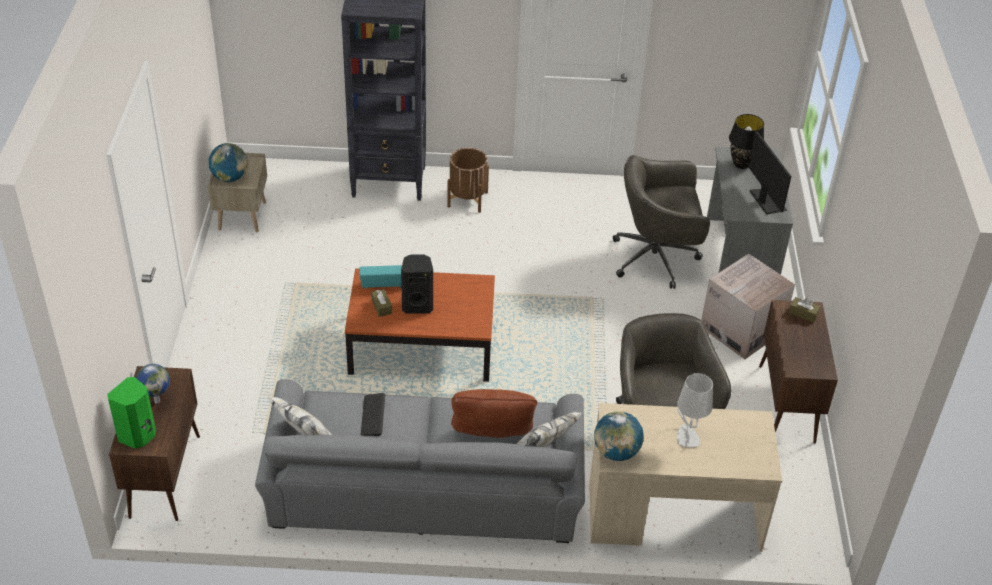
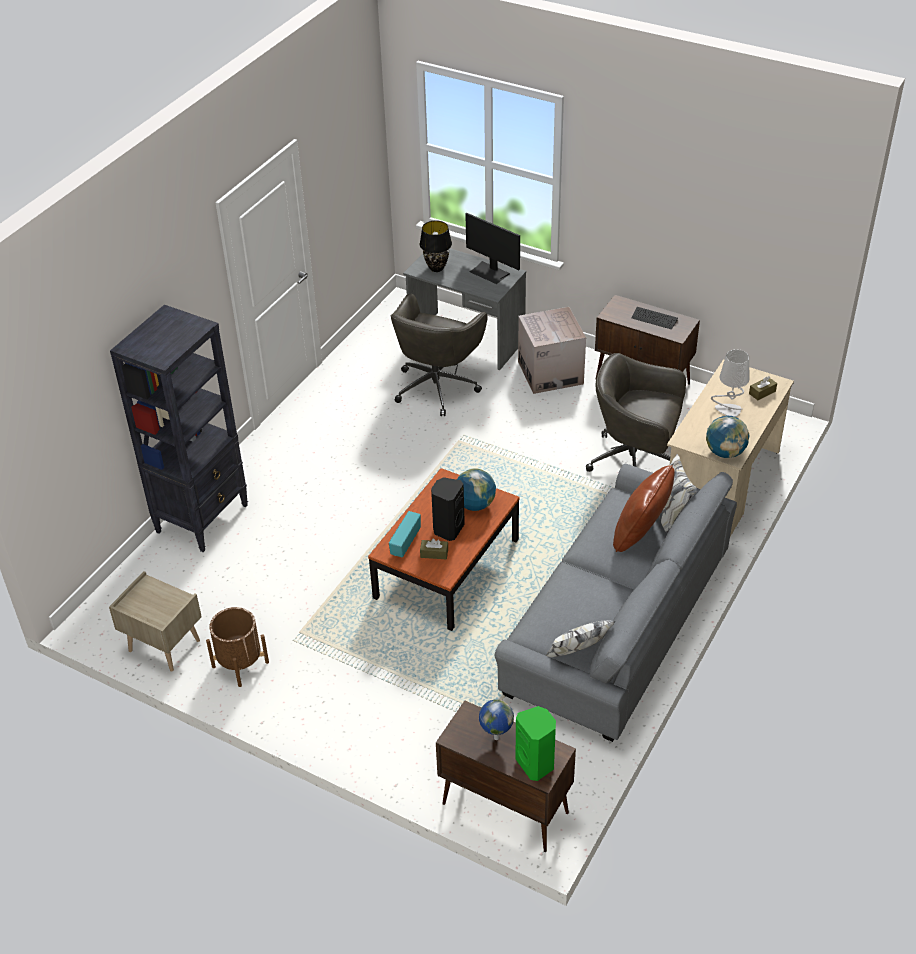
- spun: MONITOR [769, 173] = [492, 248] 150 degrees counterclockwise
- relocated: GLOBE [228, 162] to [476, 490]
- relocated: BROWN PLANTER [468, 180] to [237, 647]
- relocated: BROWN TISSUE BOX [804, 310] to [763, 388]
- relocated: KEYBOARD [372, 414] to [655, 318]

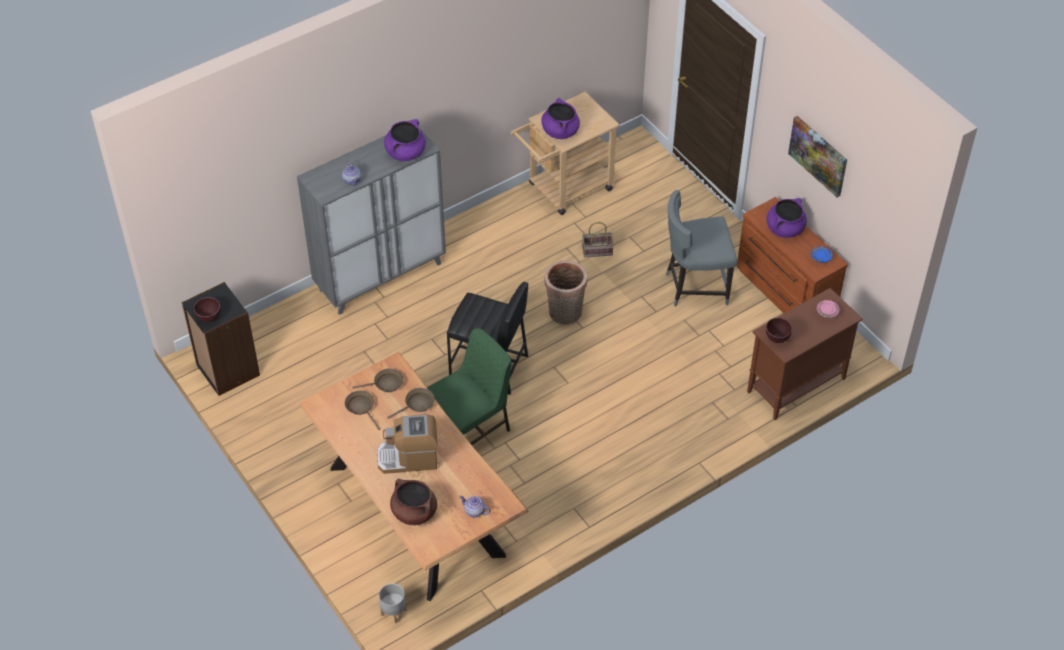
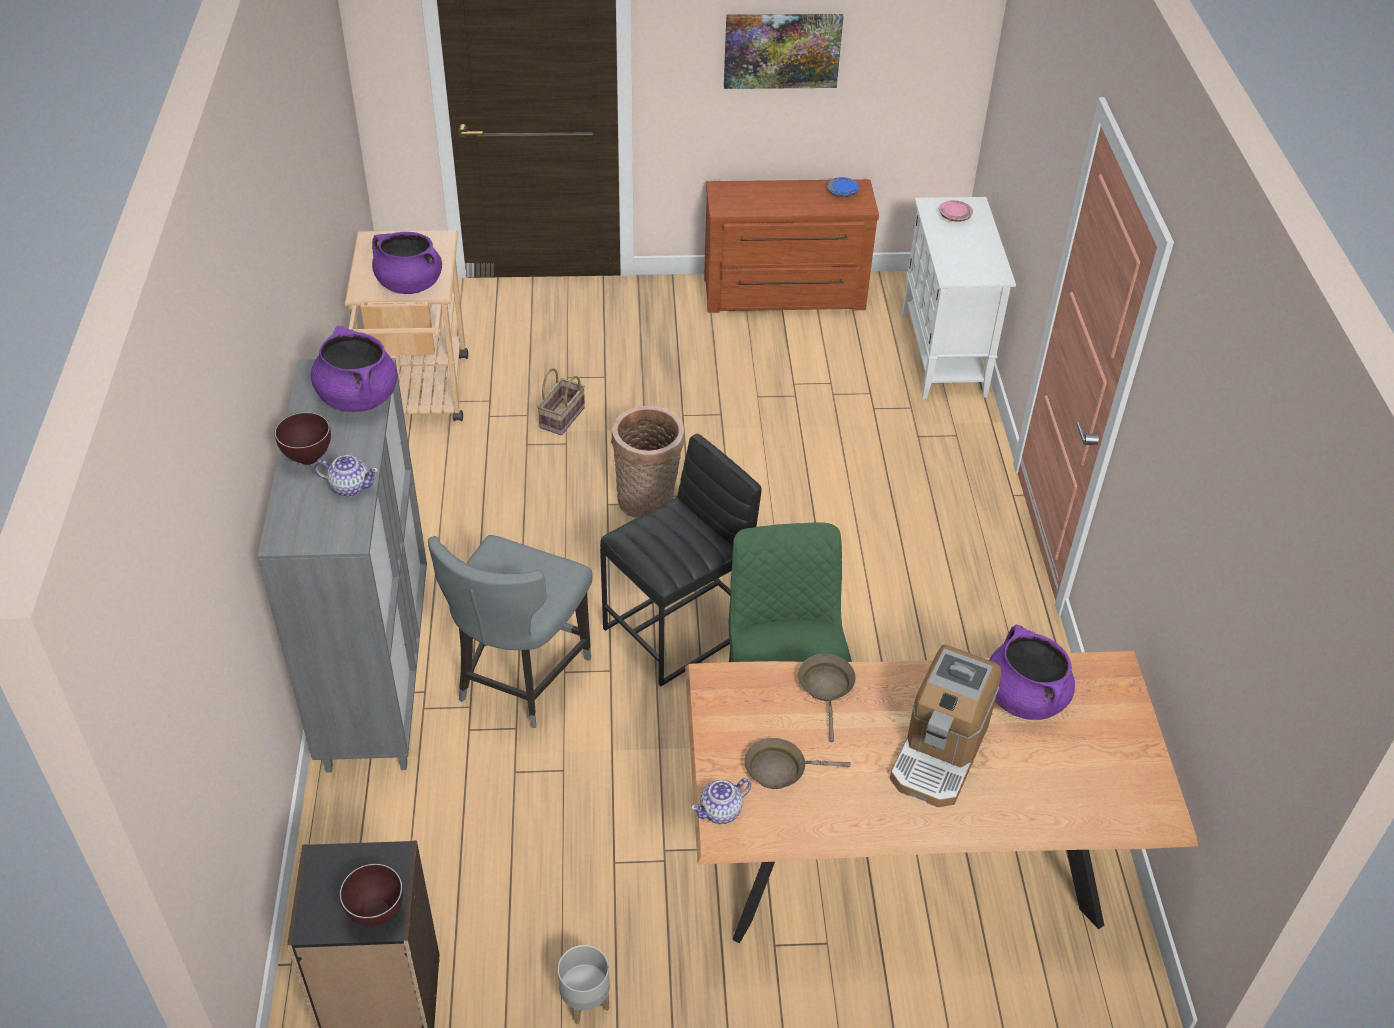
- relocated: GREY CHAIR [701, 248] to [510, 631]
- relocated: PURPLE COOKING POT [787, 218] to [1032, 672]
- colour: BROWN CABINET [805, 354] to WHITE CABINET [959, 298]
- relocated: BROWN BOWL [779, 330] to [302, 438]
- missing: BROWN FRYING PAN [377, 380]
- missing: BROWN COOKING POT [413, 502]
- relocated: TEAPOT [475, 506] to [721, 801]
- relocated: GREY PLANTER [392, 603] to [584, 984]

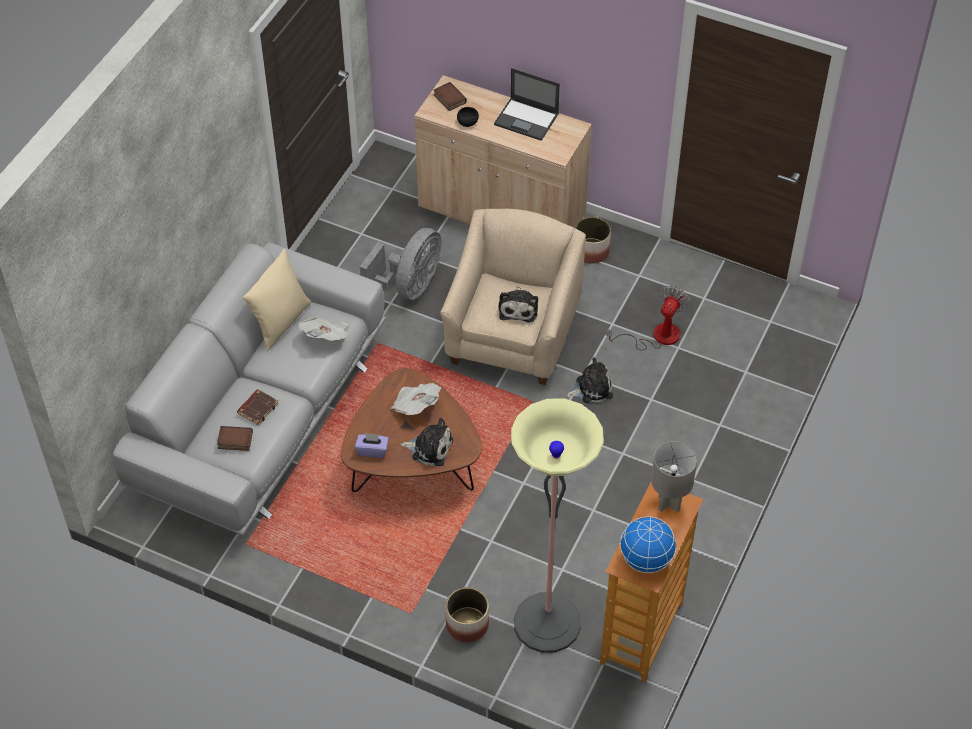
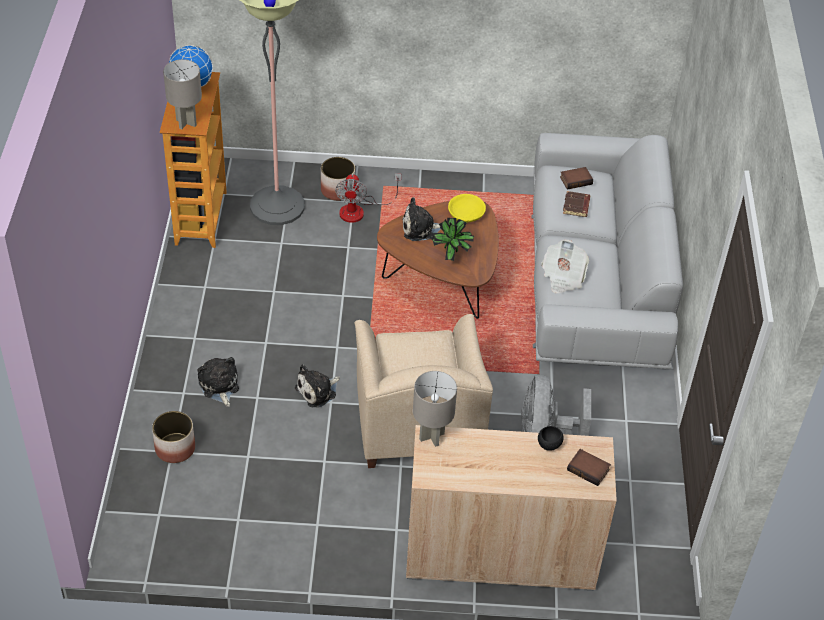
- missing: LAPTOP [527, 104]
- relocated: PLANTER [593, 240] to [173, 437]
- missing: BEIGE PILLOW [277, 300]
- relocated: PLUSH TOY [518, 304] to [218, 382]
- relocated: FAN [647, 318] to [368, 198]
- exchanged: NEWSPAPER [416, 399] to POTTED PLANT [452, 239]
- exchanged: PURPLE TISSUE BOX [372, 445] to YELLOW BOWL [467, 208]
- appeared: GREY TABLE LAMP [435, 409]

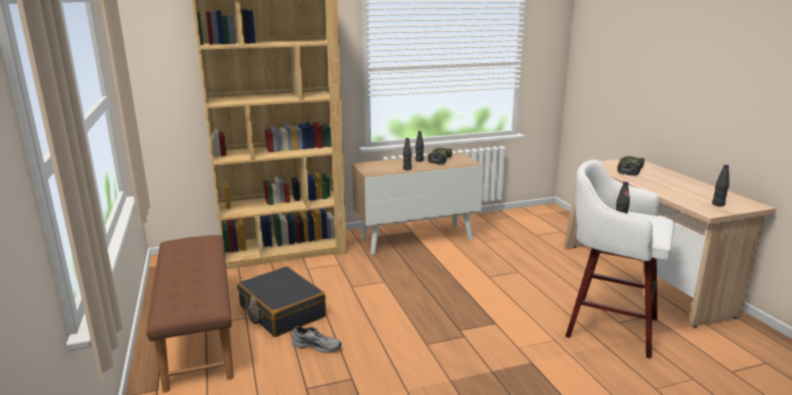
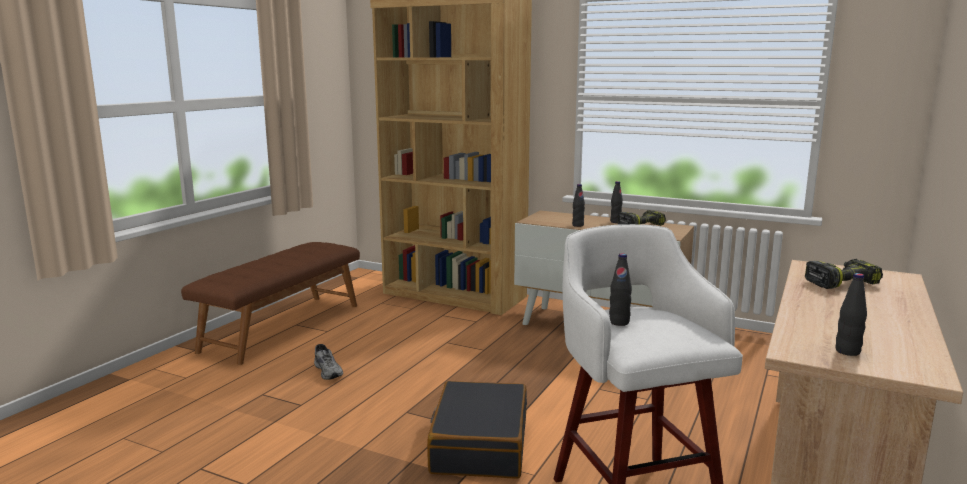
- relocated: BLACK SUITCASE [281, 301] to [477, 430]

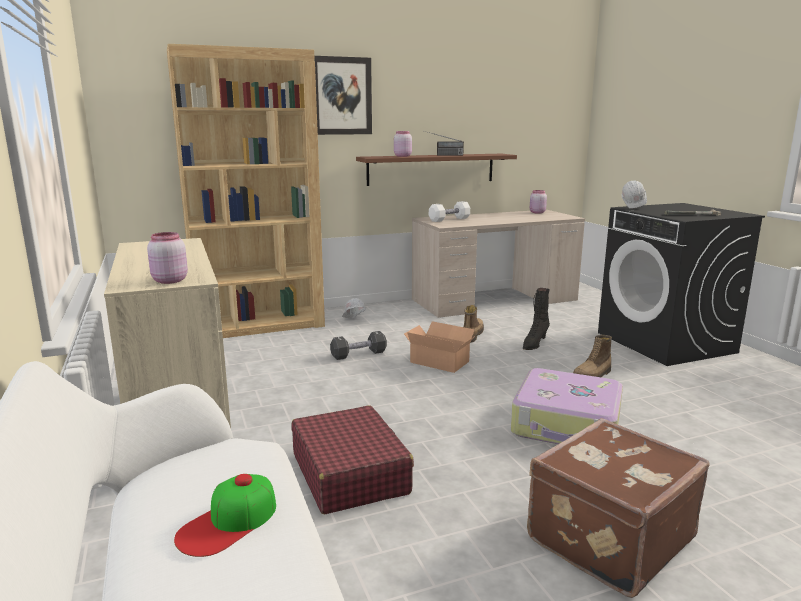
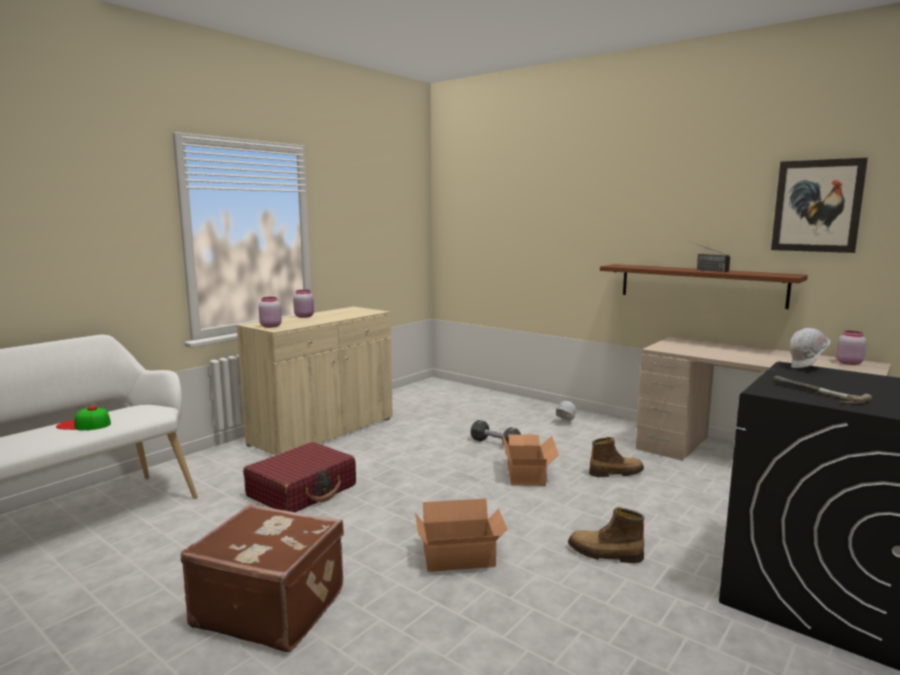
- missing: BROWN BOOKCASE [246, 191]
- relocated: PICTURE [343, 95] to [819, 205]
- relocated: PINK JAR [403, 144] to [303, 304]
- missing: WHITE DUMBBELL [449, 211]
- missing: BLACK BOOT [536, 319]
- exchanged: SUITCASE [567, 406] to CARDBOARD BOX [461, 535]

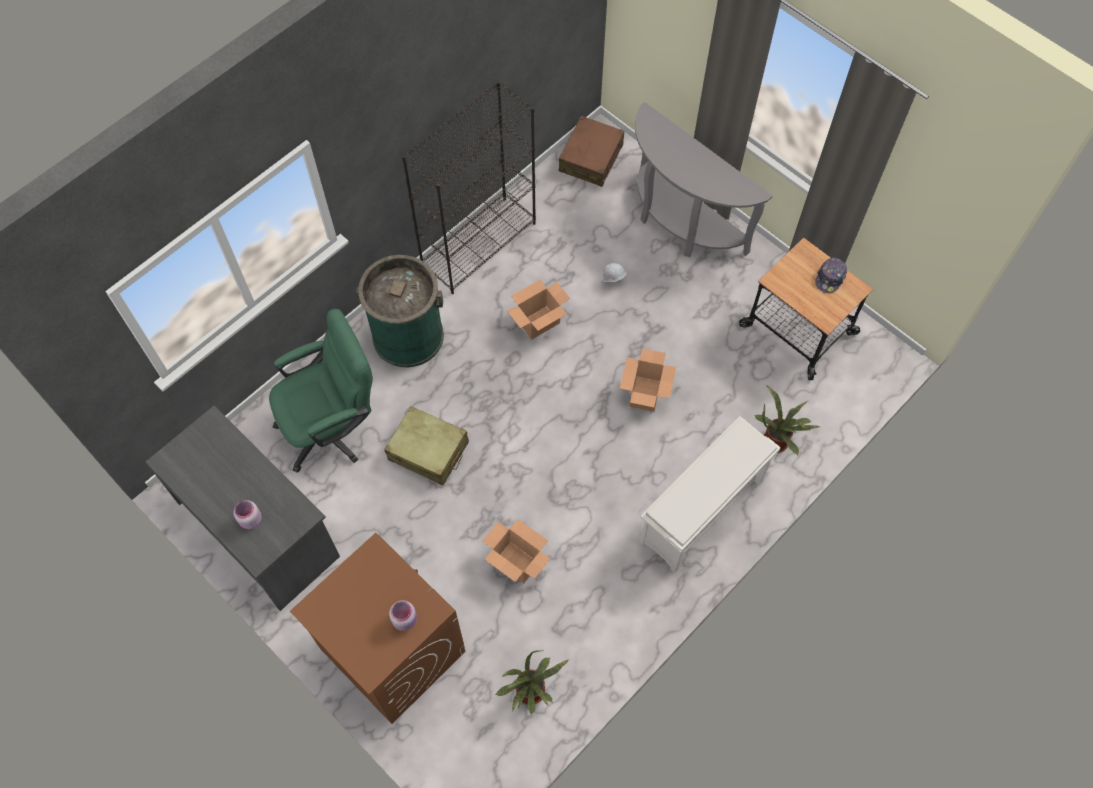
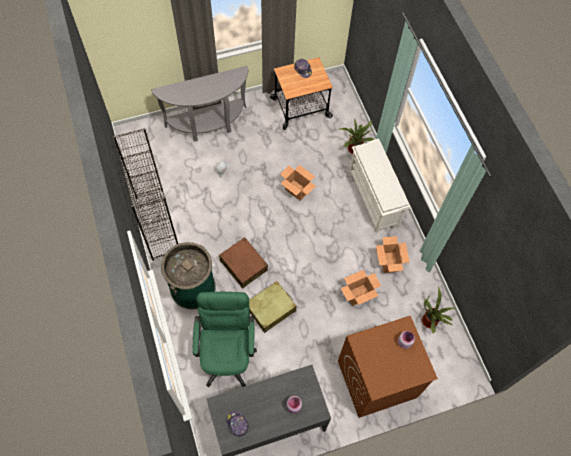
- relocated: BROWN SUITCASE [591, 151] to [243, 263]
- relocated: CARDBOARD BOX [539, 309] to [393, 254]
- appeared: CAP [238, 424]

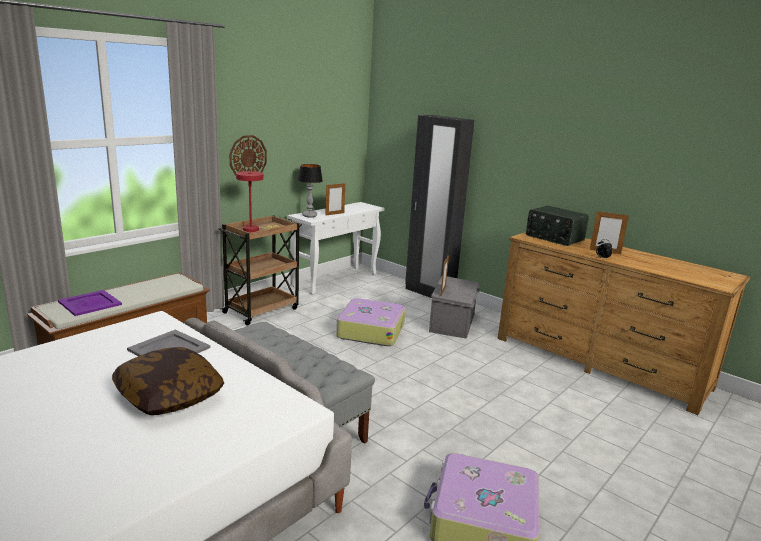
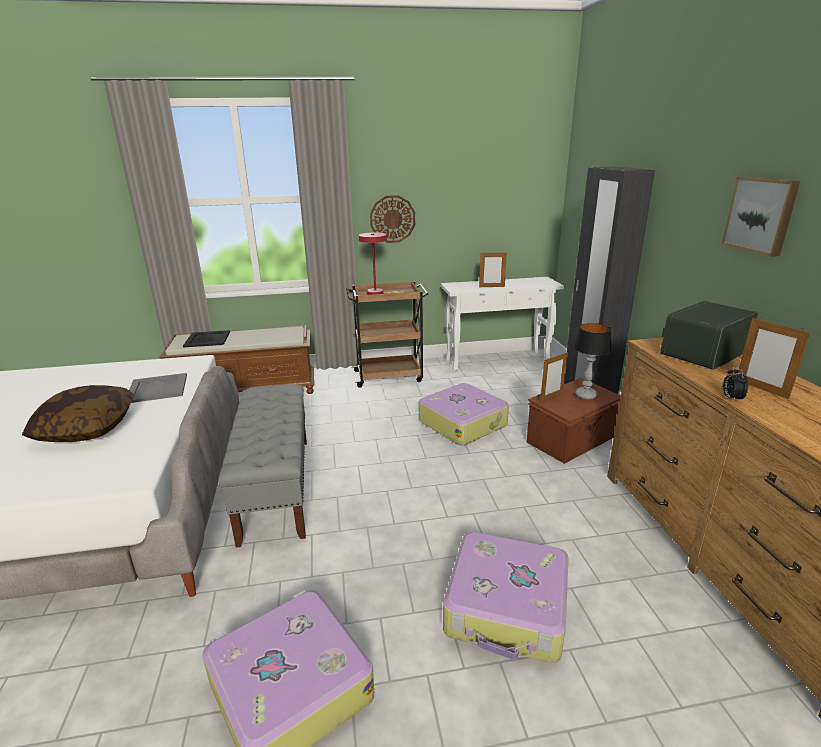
- relocated: TABLE LAMP [310, 190] to [593, 361]
- spun: RADIO [557, 226] = [709, 335] 60 degrees clockwise
- colour: GREY STORAGE BOX [454, 307] to BROWN STORAGE BOX [573, 421]
- colour: PURPLE TRAY [90, 303] to BLACK TRAY [206, 338]
- appeared: PICTURE [761, 216]
- appeared: SUITCASE [506, 597]

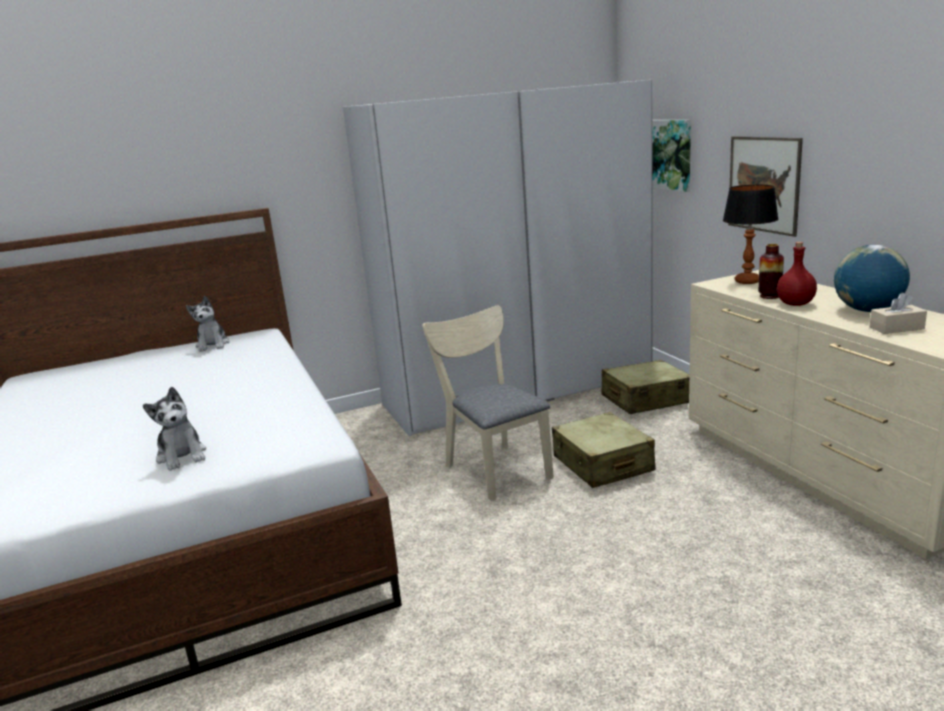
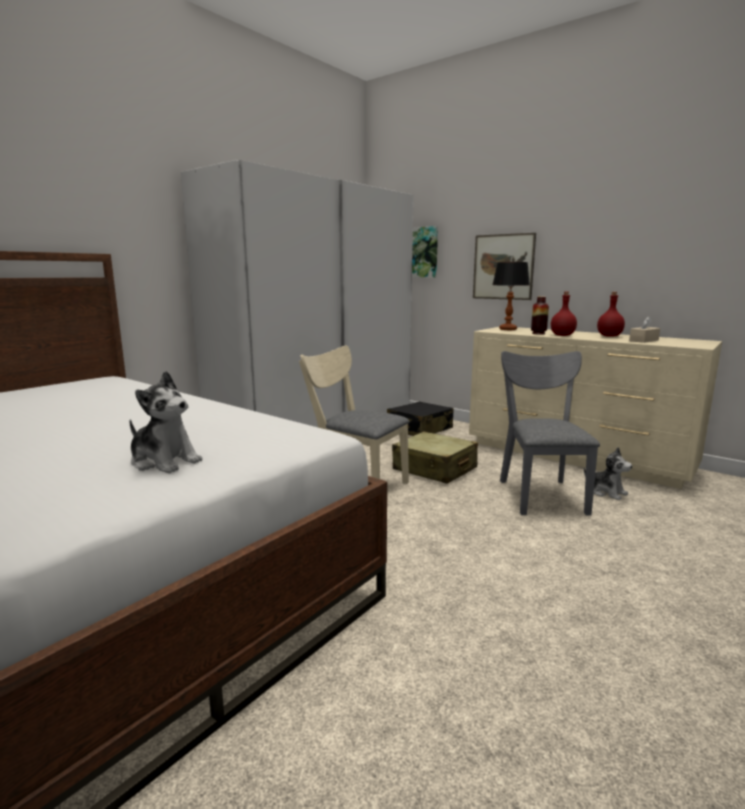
- exchanged: GLOBE [872, 278] to RED BOTTLE [611, 314]
- relocated: PLUSH TOY [207, 324] to [608, 473]
- colour: BEIGE SUITCASE [645, 387] to BLACK SUITCASE [420, 419]
- appeared: GREY CHAIR [550, 433]

